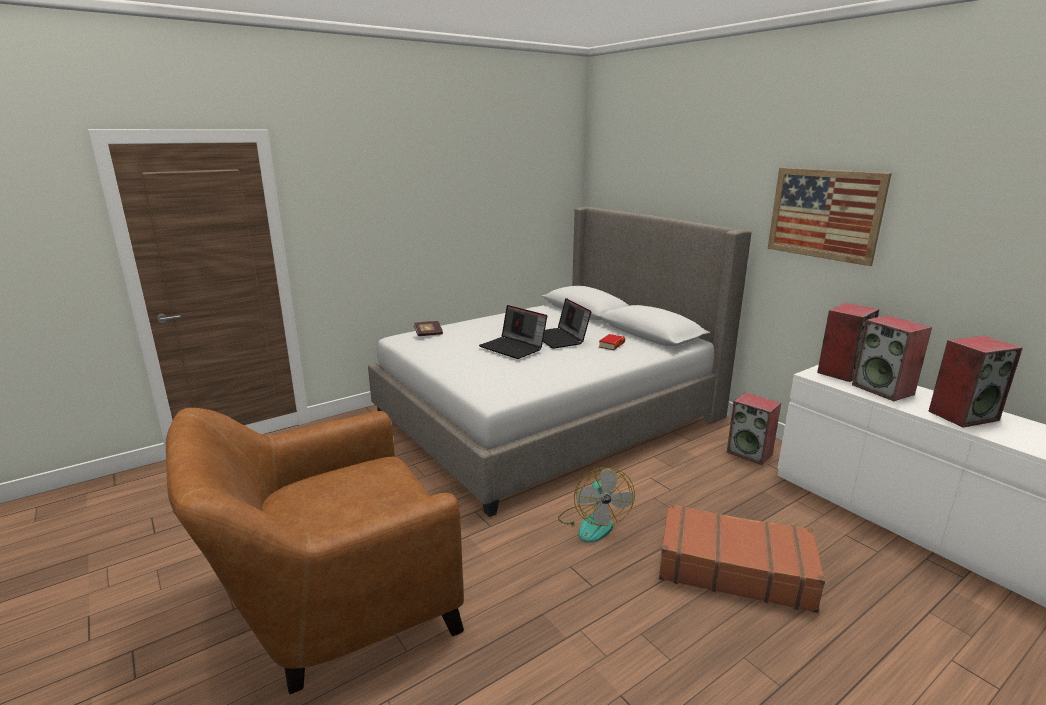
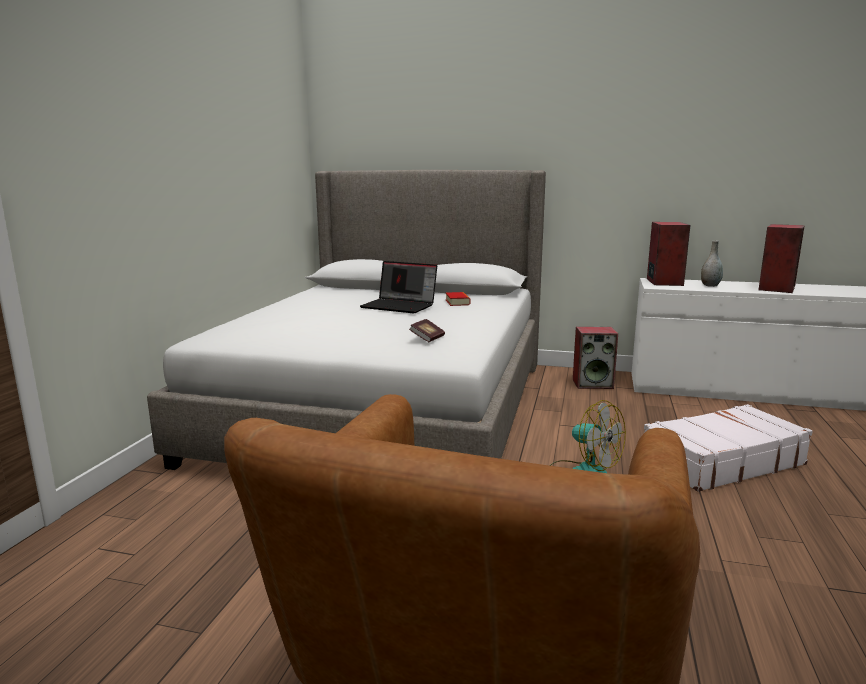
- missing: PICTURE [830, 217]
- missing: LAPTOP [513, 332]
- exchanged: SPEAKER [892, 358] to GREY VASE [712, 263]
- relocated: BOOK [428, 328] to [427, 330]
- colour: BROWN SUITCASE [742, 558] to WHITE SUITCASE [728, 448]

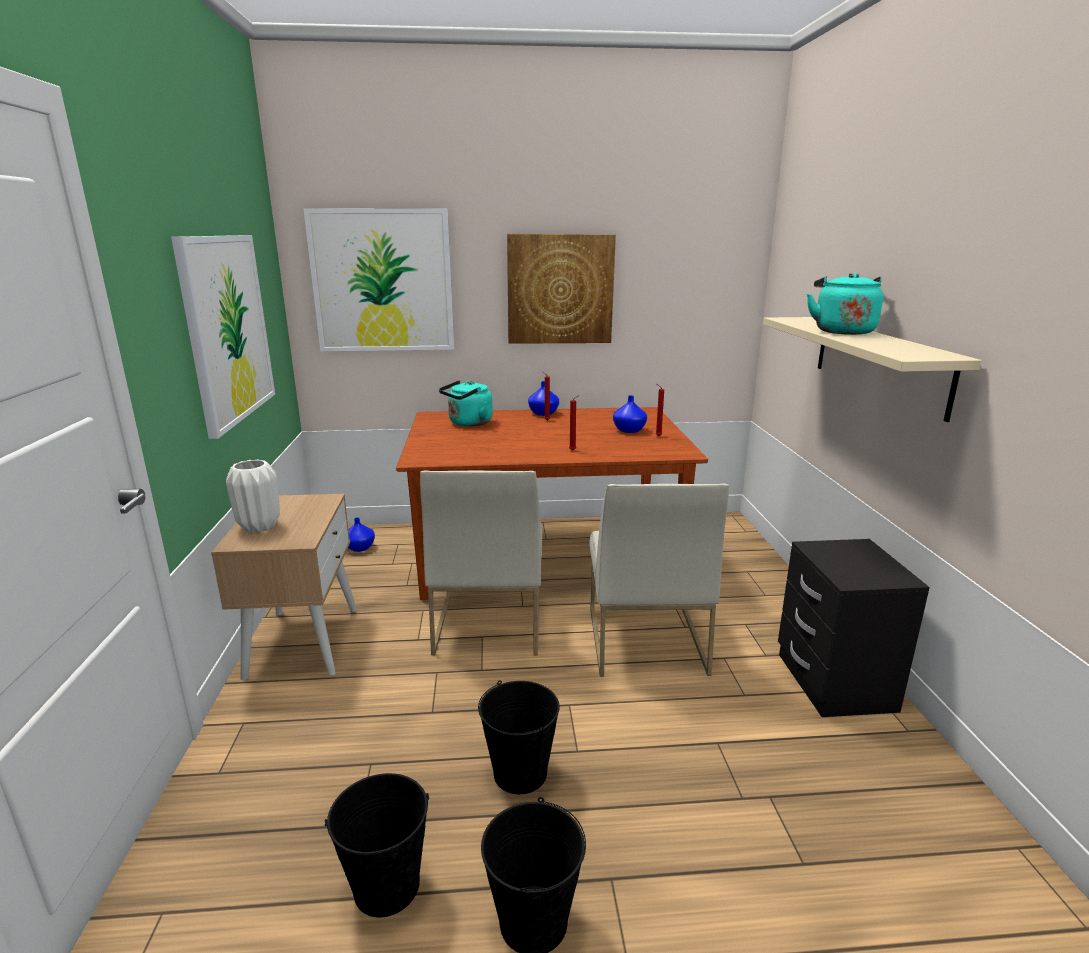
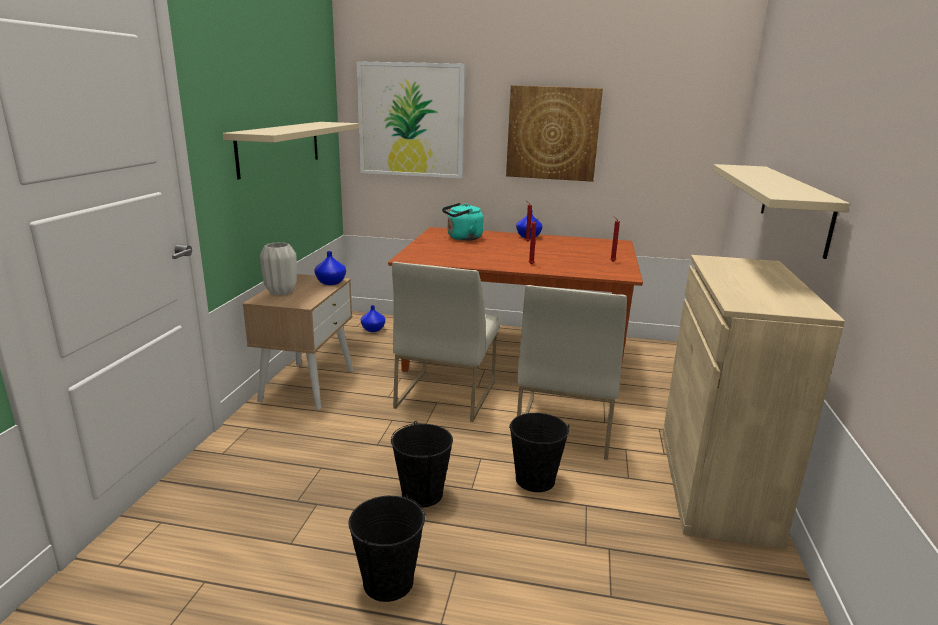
- exchanged: PICTURE [223, 337] to BEIGE SHELF [291, 150]
- missing: TURQUOISE KETTLE [845, 304]
- relocated: BLUE VASE [630, 414] to [330, 268]
- exchanged: BLACK NIGHTSTAND [854, 628] to BEIGE CABINET [754, 402]
- relocated: BLACK BUCKET [377, 845] to [539, 452]

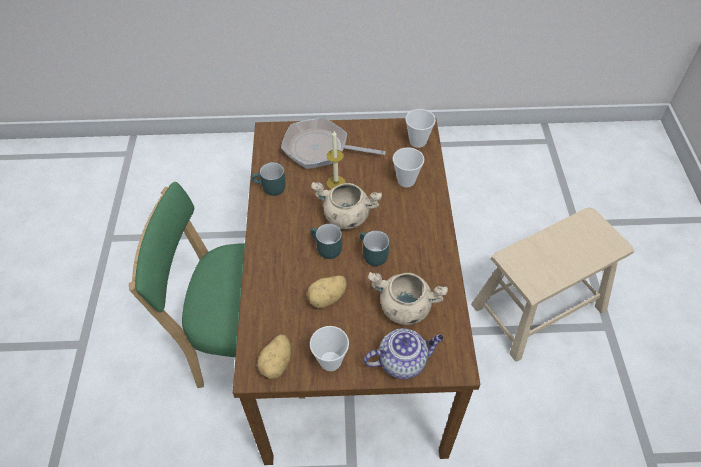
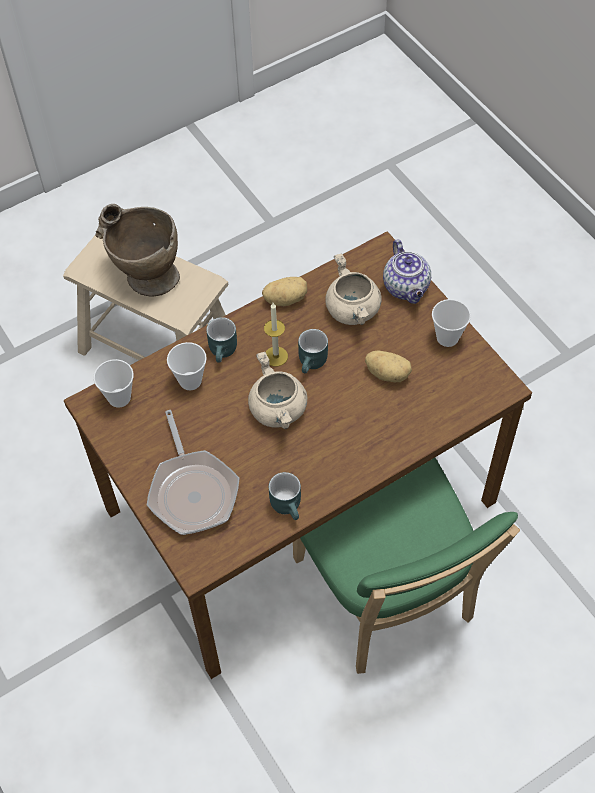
- relocated: CANDLE [336, 160] to [276, 334]
- relocated: TURQUOISE MUG [326, 241] to [221, 340]
- spun: TEAPOT [404, 354] = [407, 272] 150 degrees counterclockwise
- relocated: POTATO [274, 356] to [284, 291]
- appeared: BEIGE VASE [137, 250]

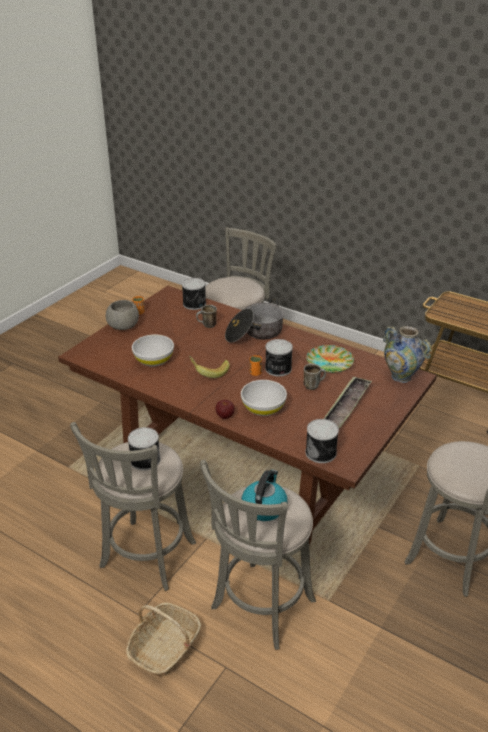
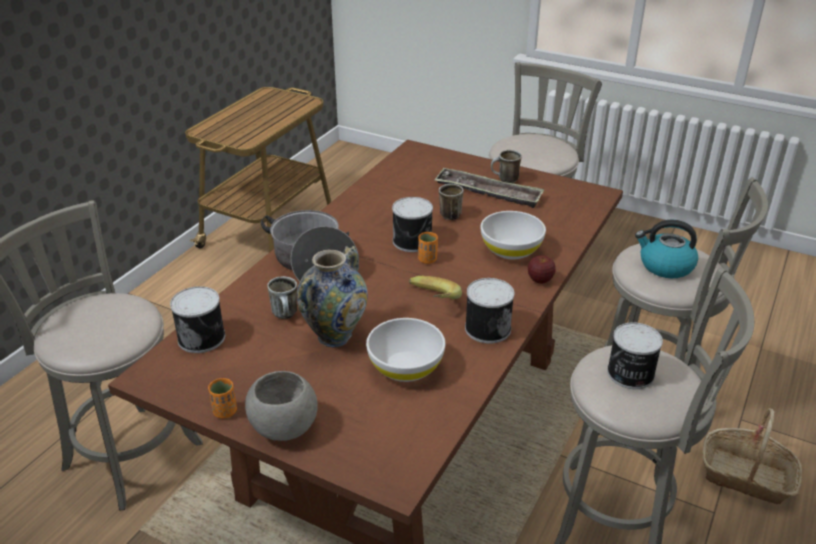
- relocated: VASE [407, 354] to [332, 296]
- missing: PLATE [330, 359]
- relocated: CAN [322, 441] to [489, 311]
- appeared: MUG [506, 166]

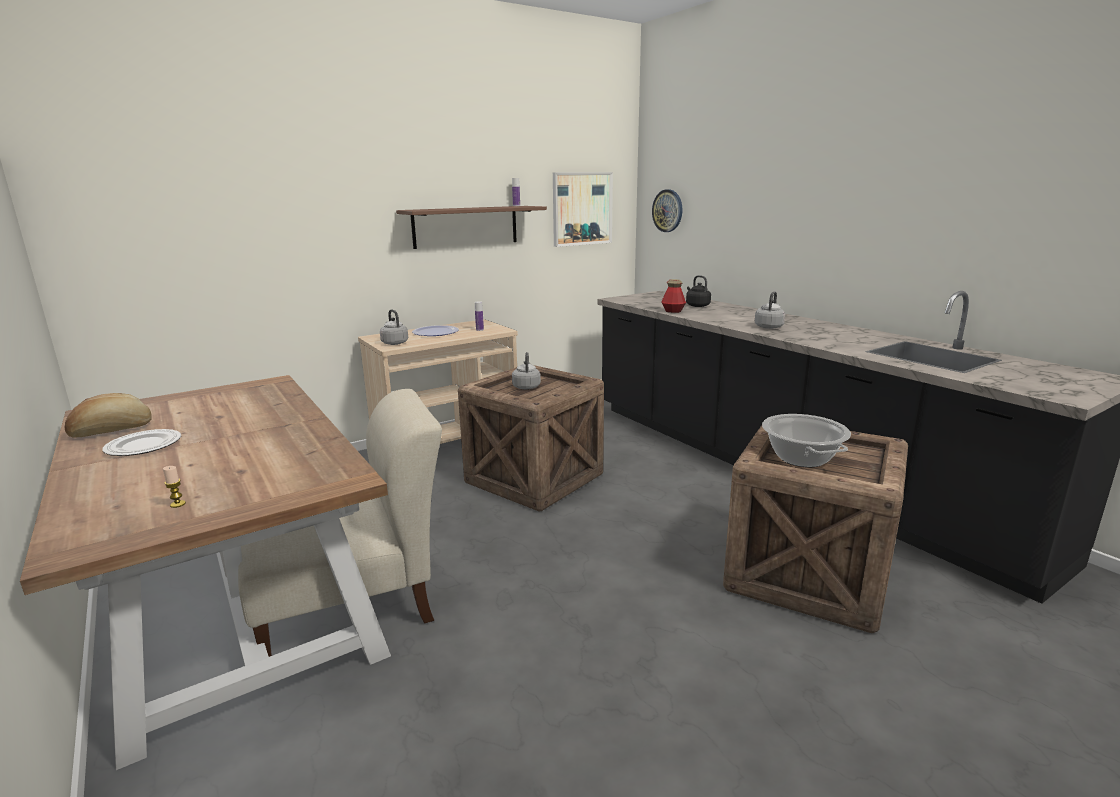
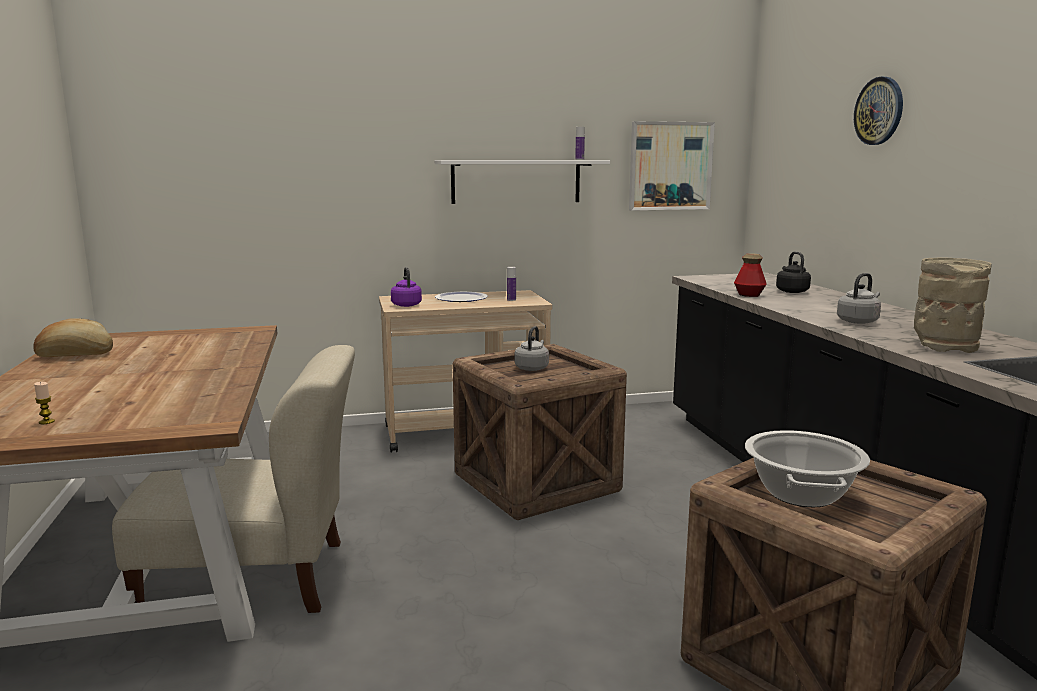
- relocated: WALL CLOCK [667, 210] to [878, 111]
- colour: BROWN SHELF [471, 227] to WHITE SHELF [522, 182]
- colour: GREY KETTLE [394, 327] to PURPLE KETTLE [406, 287]
- missing: PLATE [141, 442]
- appeared: BEIGE VASE [953, 305]

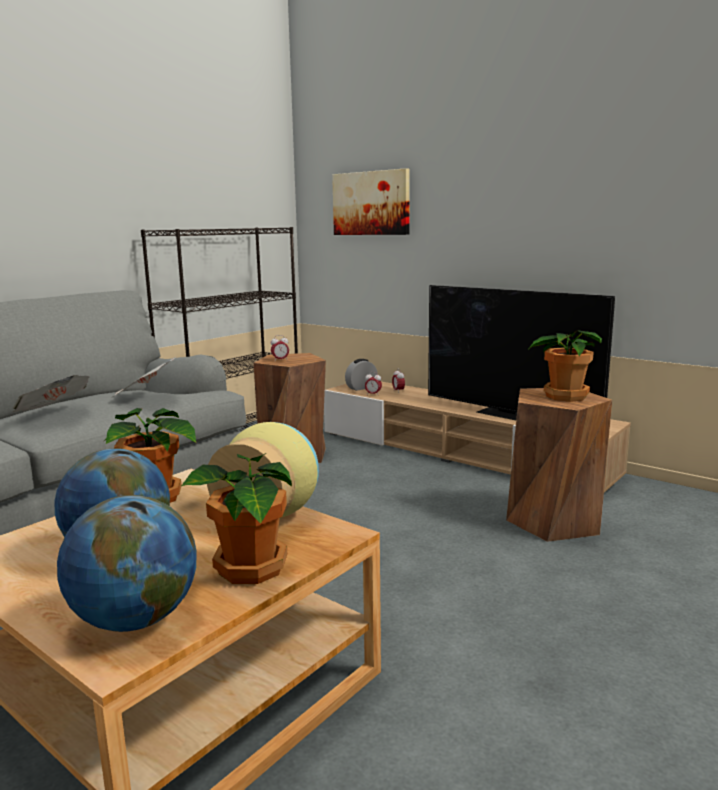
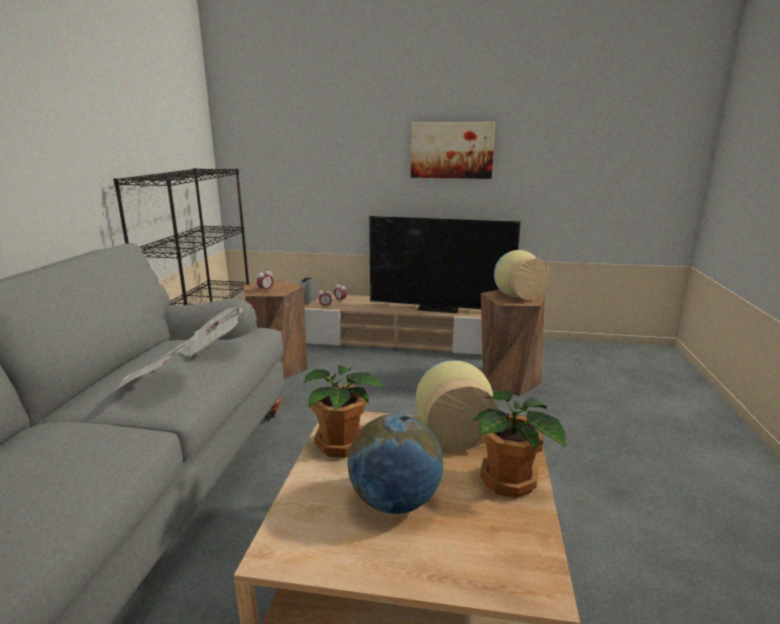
- relocated: PICTURE [371, 201] to [453, 150]
- exchanged: POTTED PLANT [565, 366] to VASE [522, 275]
- missing: GLOBE [126, 563]

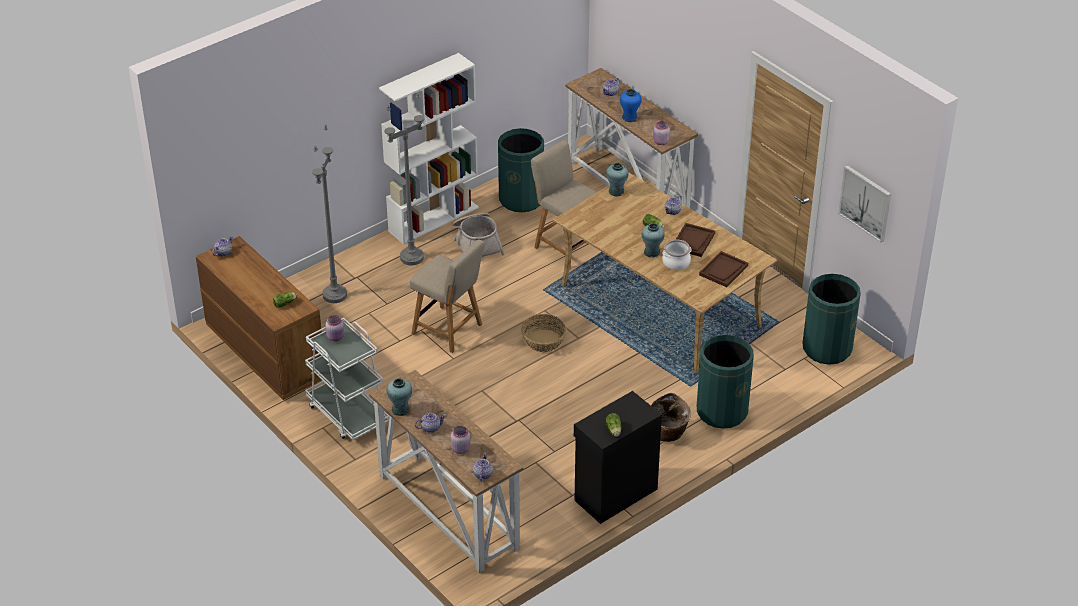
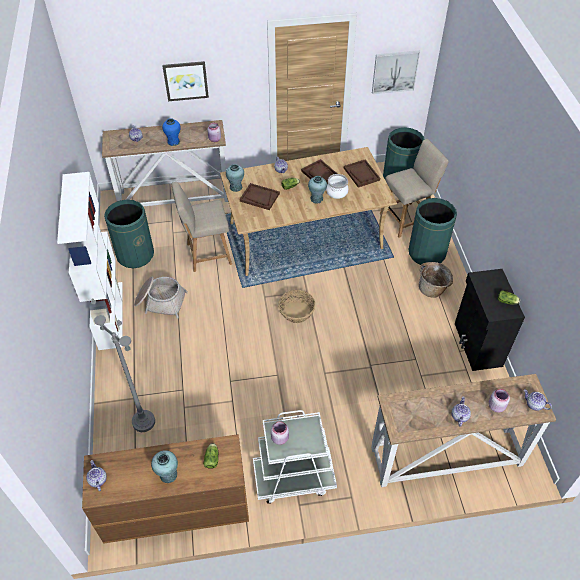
- missing: GREY FLOOR LAMP [404, 179]
- relocated: BEIGE CHAIR [447, 296] to [414, 188]
- relocated: TURQUOISE VASE [399, 397] to [164, 466]
- appeared: PICTURE [185, 81]
- appeared: BROWN TRAY [260, 196]

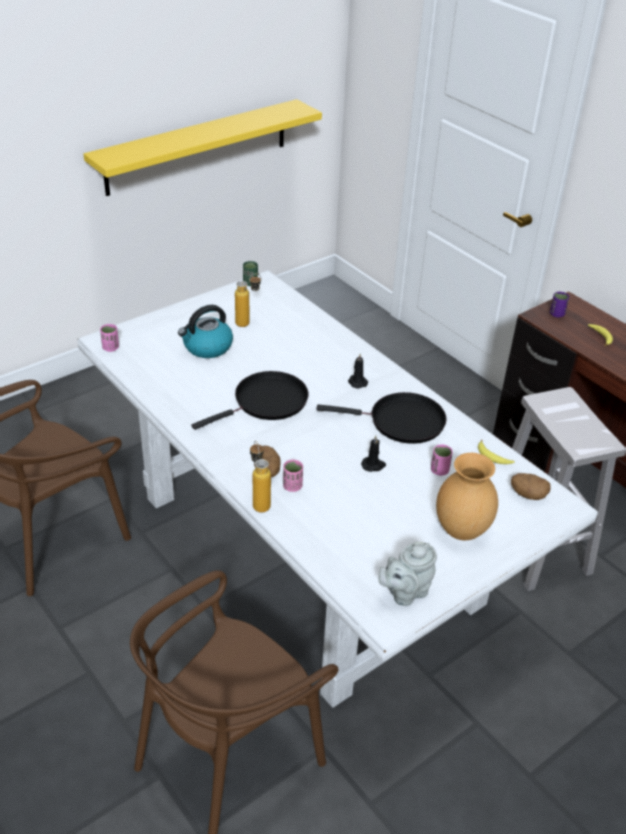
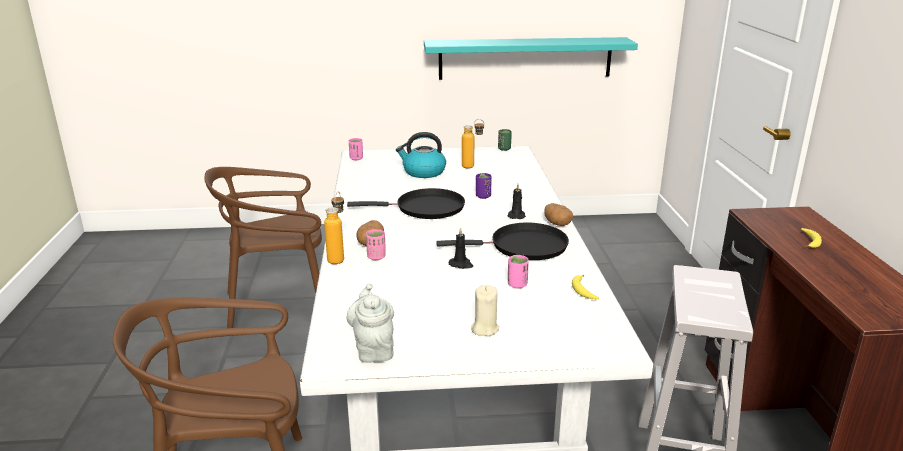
- colour: YELLOW SHELF [202, 147] to TURQUOISE SHELF [531, 58]
- relocated: PURPLE CUP [559, 305] to [483, 186]
- spun: BLACK FRYING PAN [382, 418] = [502, 241] 45 degrees counterclockwise
- exchanged: BROWN VASE [467, 496] to BEIGE CANDLE [485, 310]
- relocated: POTATO [531, 486] to [558, 214]
- spun: GREY TEAPOT [408, 574] = [370, 323] 75 degrees clockwise

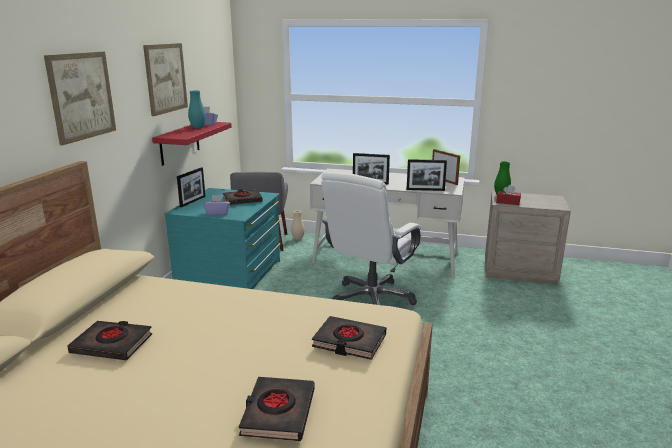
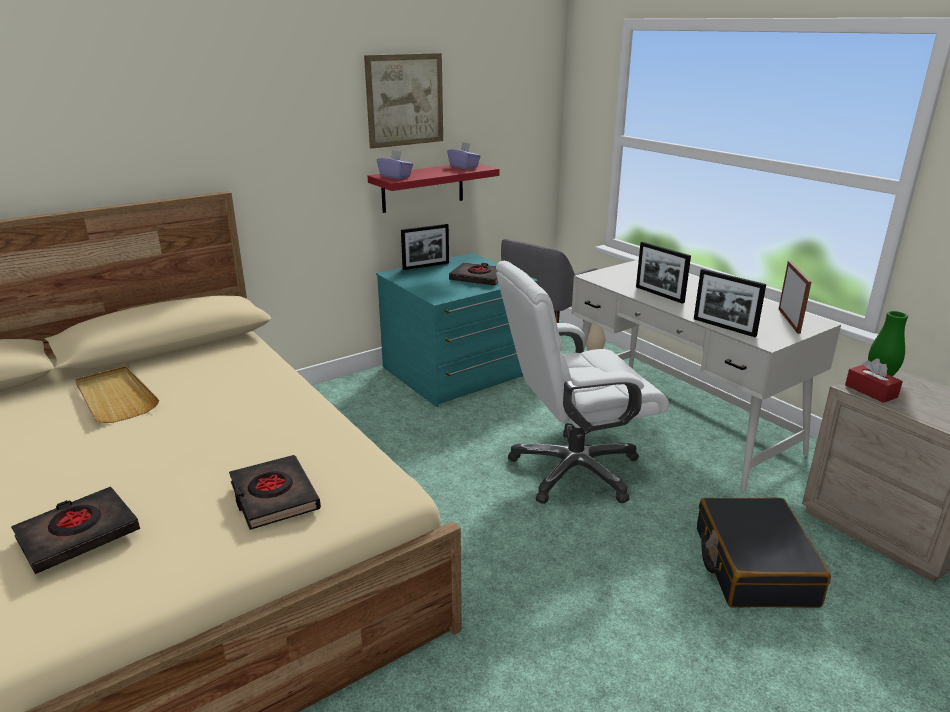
- missing: PICTURE [80, 98]
- missing: TURQUOISE VASE [197, 109]
- relocated: PURPLE TISSUE BOX [217, 205] to [395, 164]
- exchanged: BLACK BOOK [109, 340] to BEIGE TRAY [117, 394]
- appeared: BLACK SUITCASE [764, 552]

